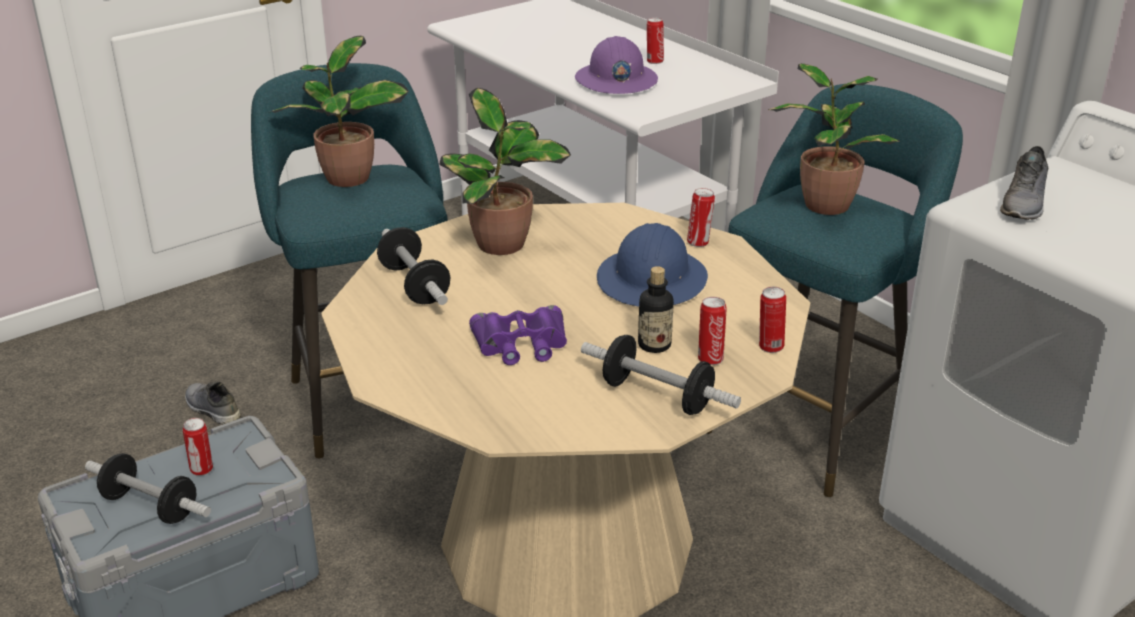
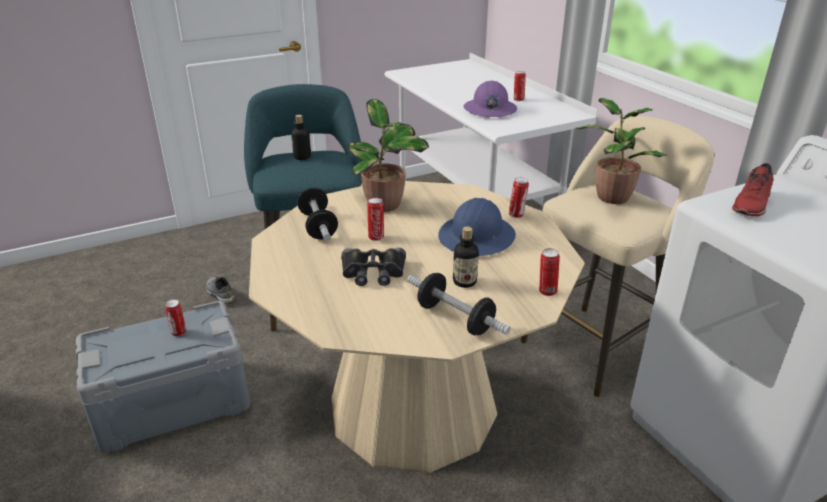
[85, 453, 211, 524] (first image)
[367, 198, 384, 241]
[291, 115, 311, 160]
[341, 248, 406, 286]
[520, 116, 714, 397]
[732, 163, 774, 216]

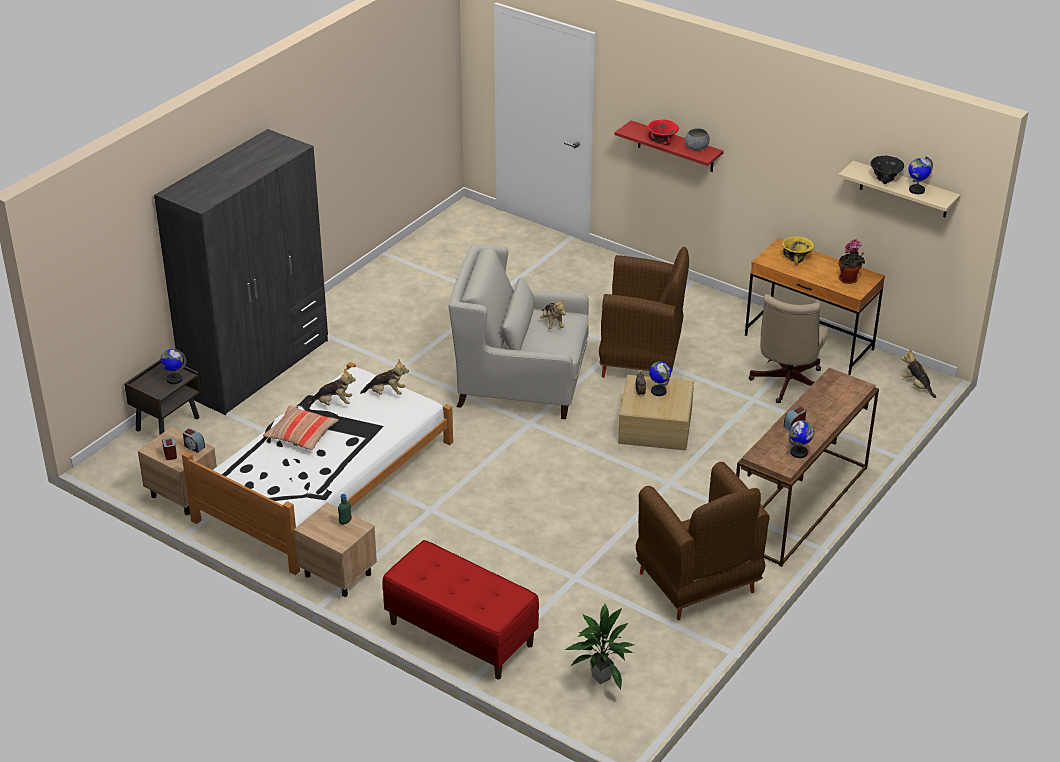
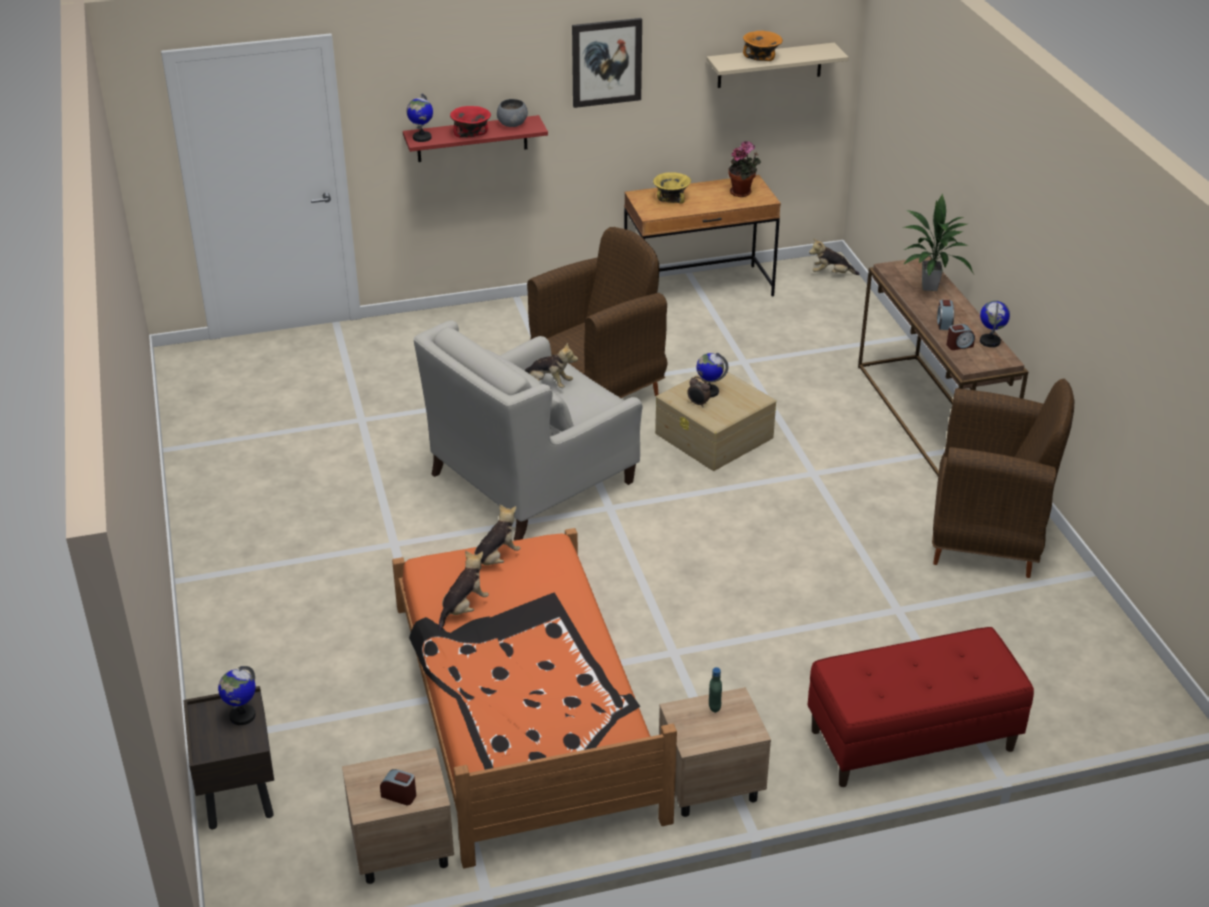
[154, 129, 328, 415] (first image)
[263, 405, 339, 450] (first image)
[749, 294, 828, 403] (first image)
[572, 18, 642, 108]
[947, 324, 975, 350]
[904, 193, 974, 291]
[407, 94, 433, 142]
[392, 528, 677, 868]
[743, 31, 783, 61]

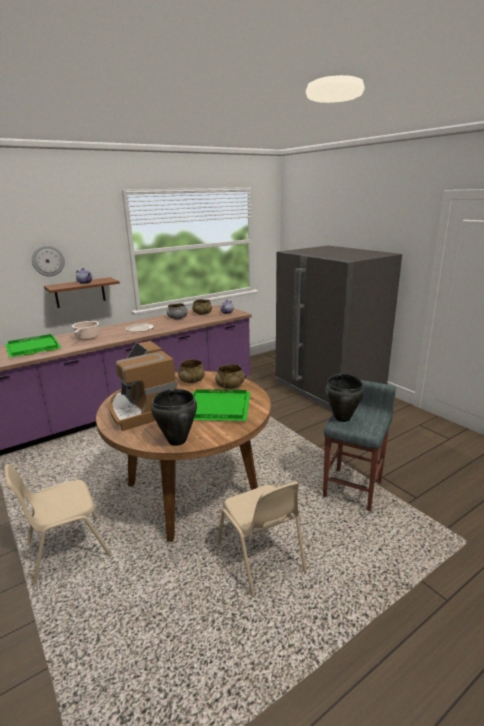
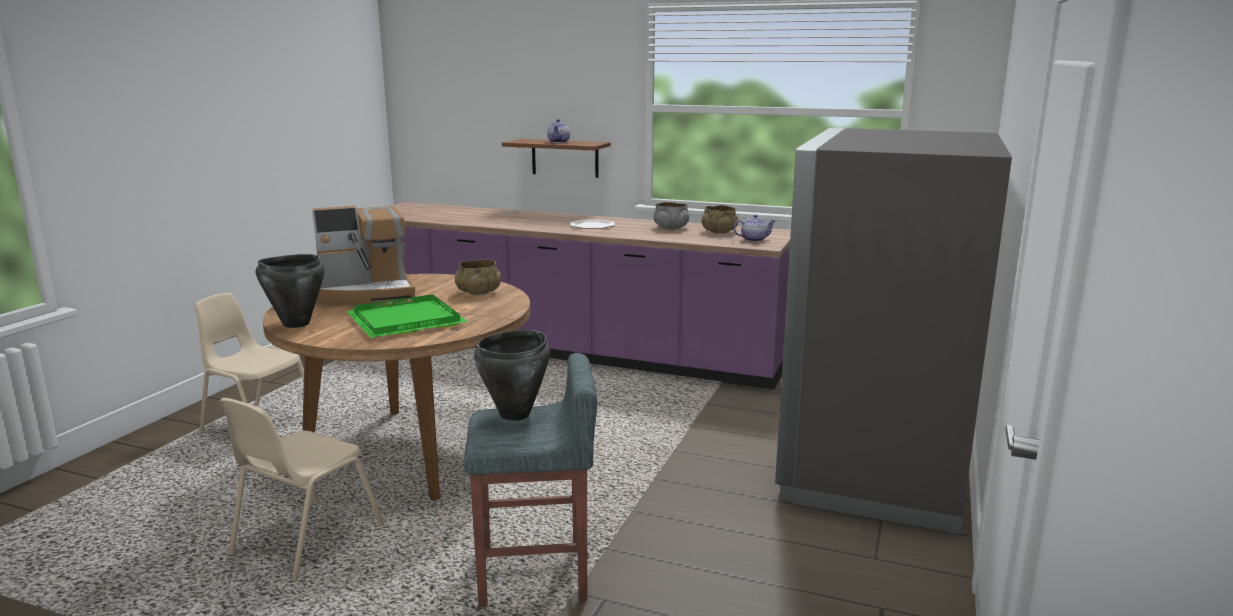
[5, 334, 62, 358] (first image)
[32, 245, 65, 276] (first image)
[72, 321, 99, 340] (first image)
[215, 364, 245, 389] (first image)
[312, 206, 415, 305]

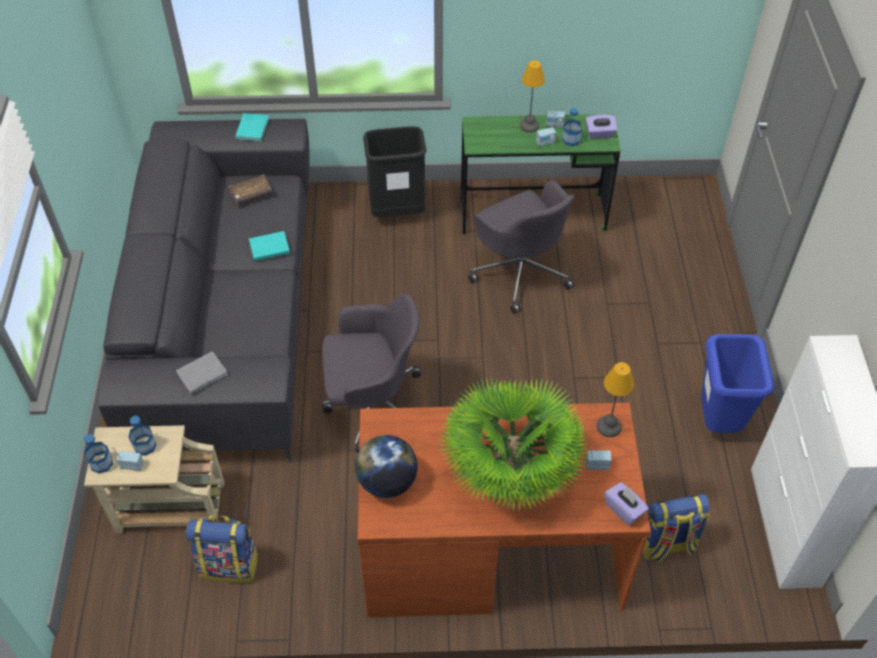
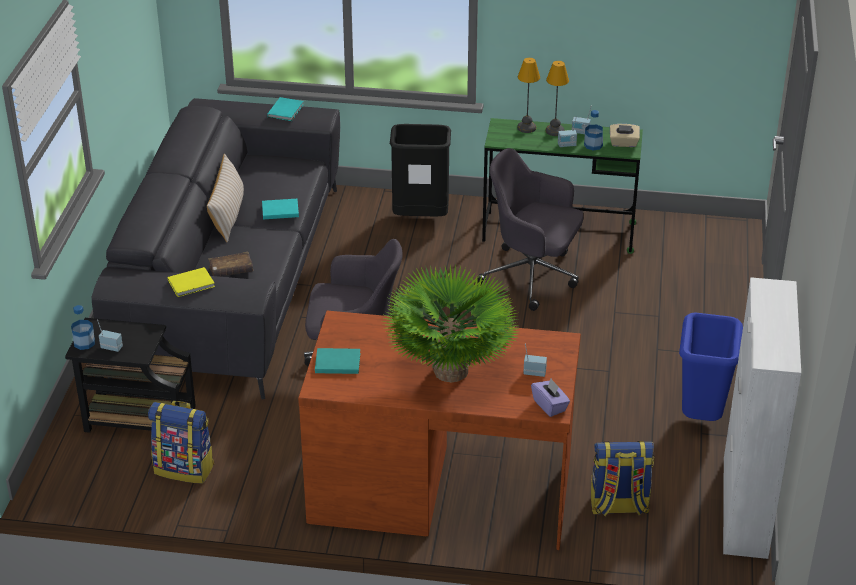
[129, 416, 157, 456] (first image)
[207, 154, 244, 242]
[208, 252, 254, 277]
[517, 58, 540, 133]
[315, 348, 360, 374]
[65, 318, 196, 433]
[168, 267, 215, 297]
[610, 124, 640, 147]
[477, 148, 584, 311]

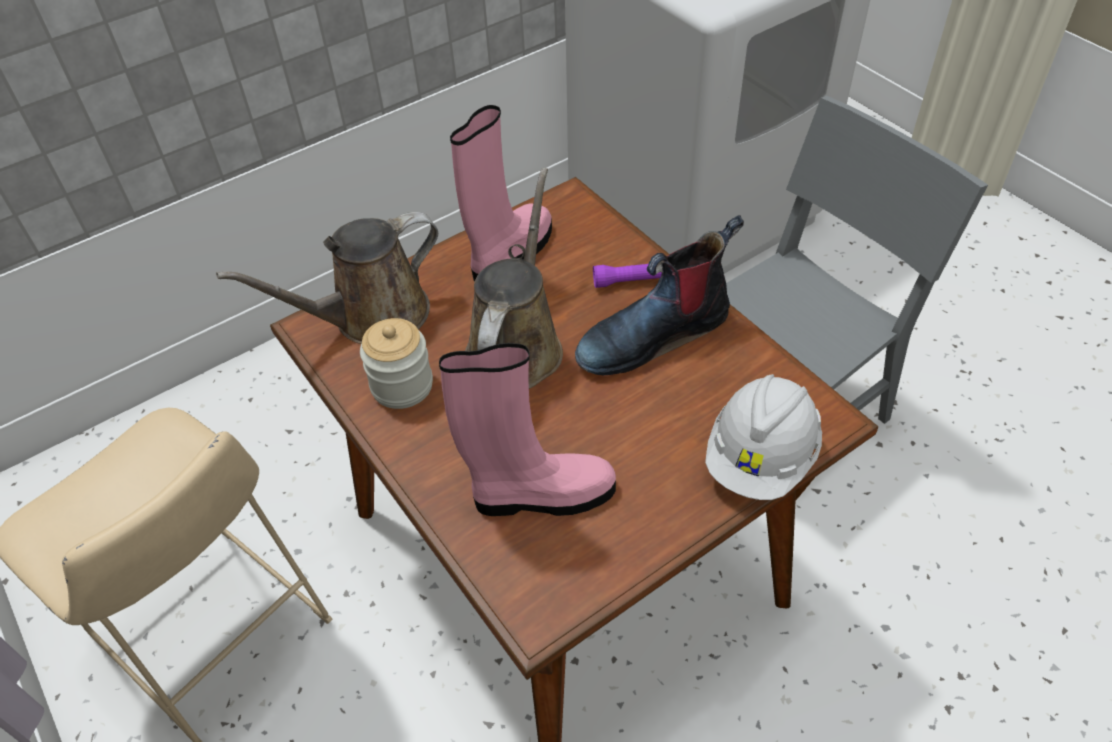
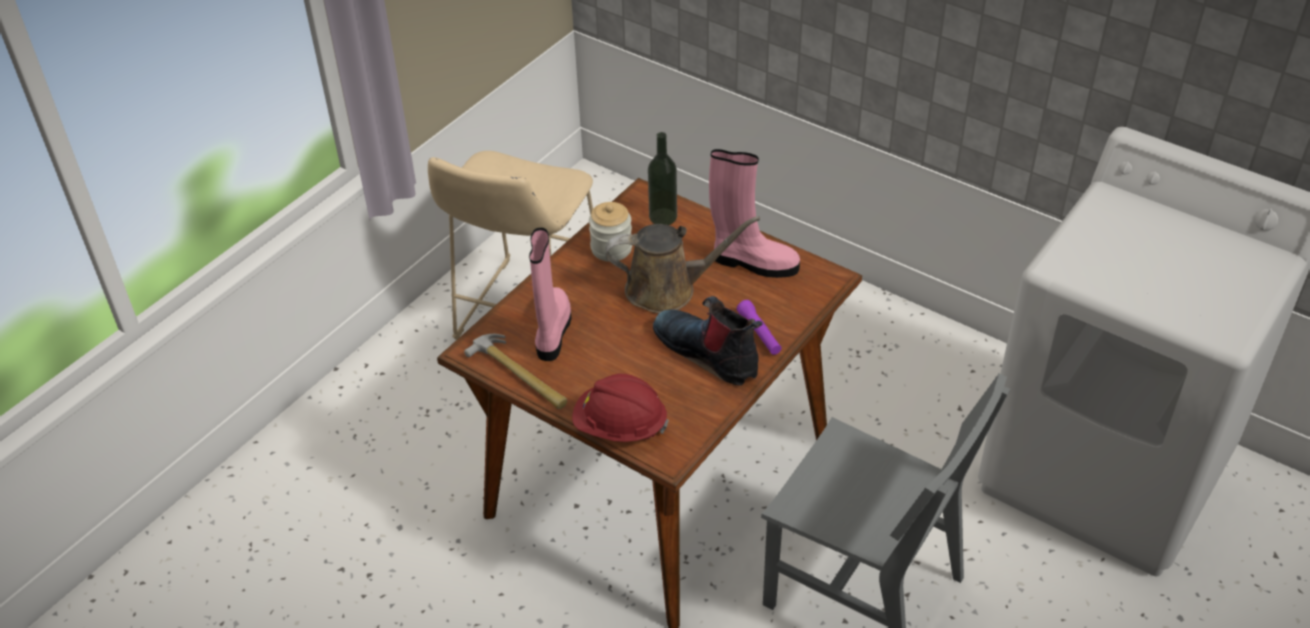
[464, 334, 567, 409]
[648, 132, 677, 225]
[572, 374, 669, 442]
[529, 228, 571, 361]

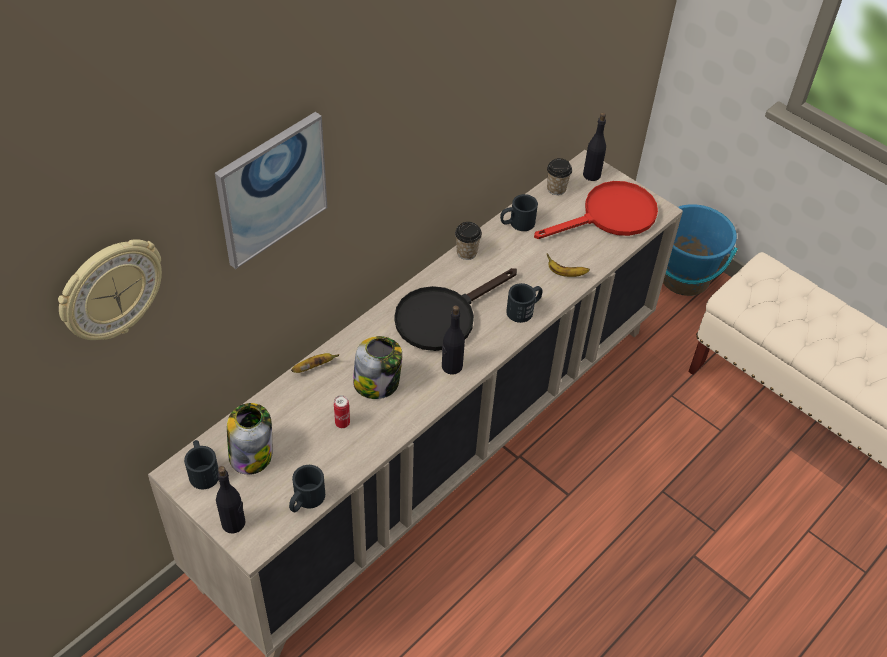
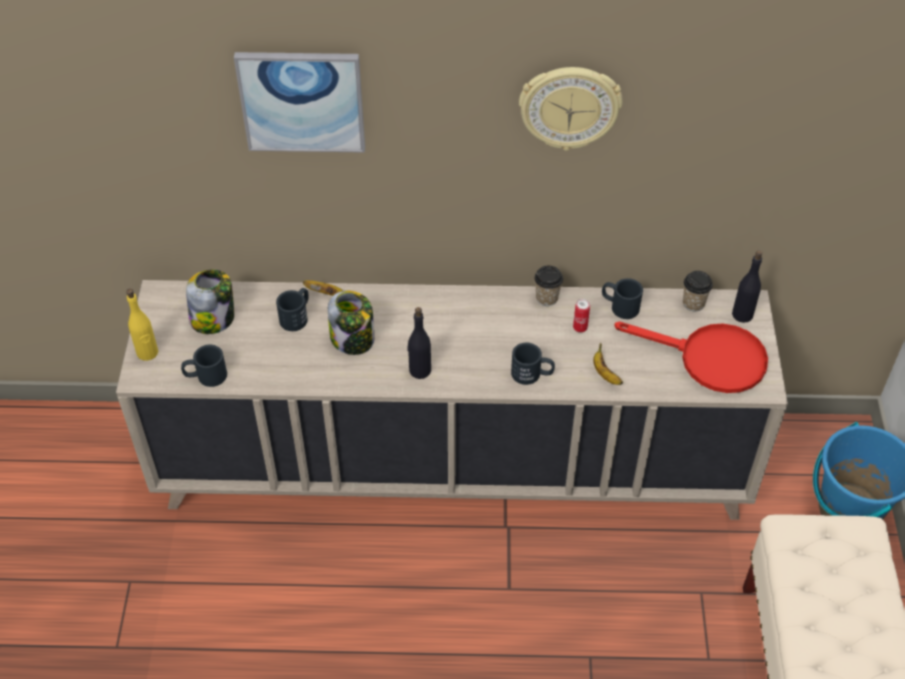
[394, 268, 517, 351] (first image)
[519, 67, 623, 151]
[276, 288, 309, 331]
[573, 299, 590, 332]
[126, 289, 158, 361]

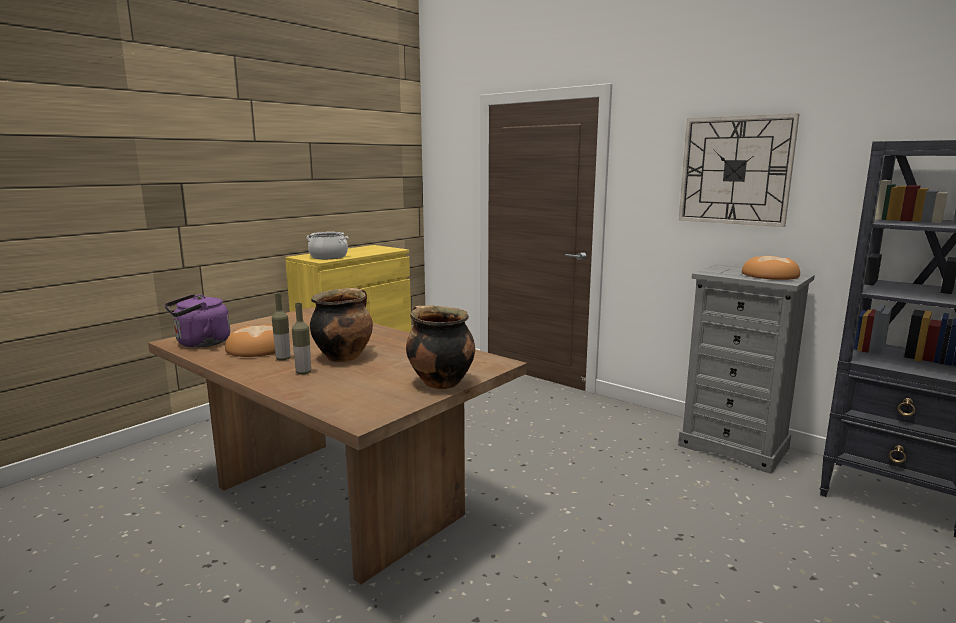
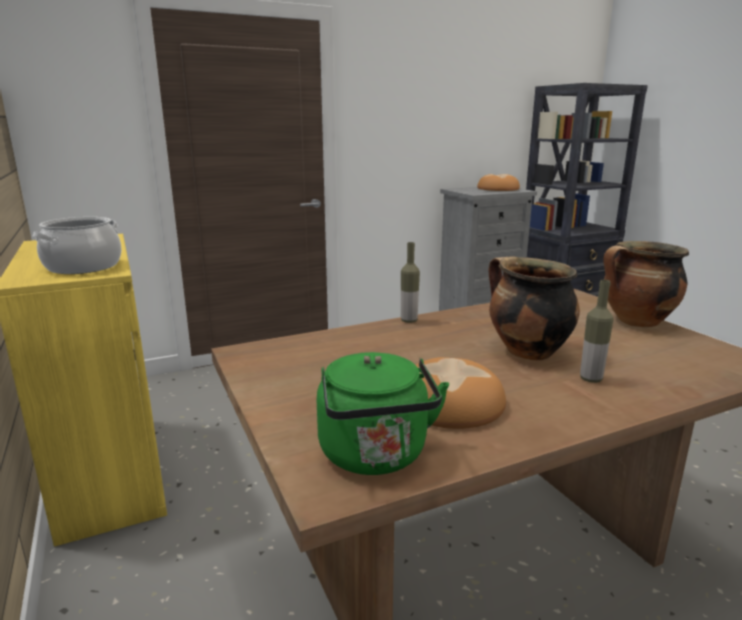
[679, 114, 799, 227] (first image)
[401, 242, 420, 323]
[317, 352, 449, 475]

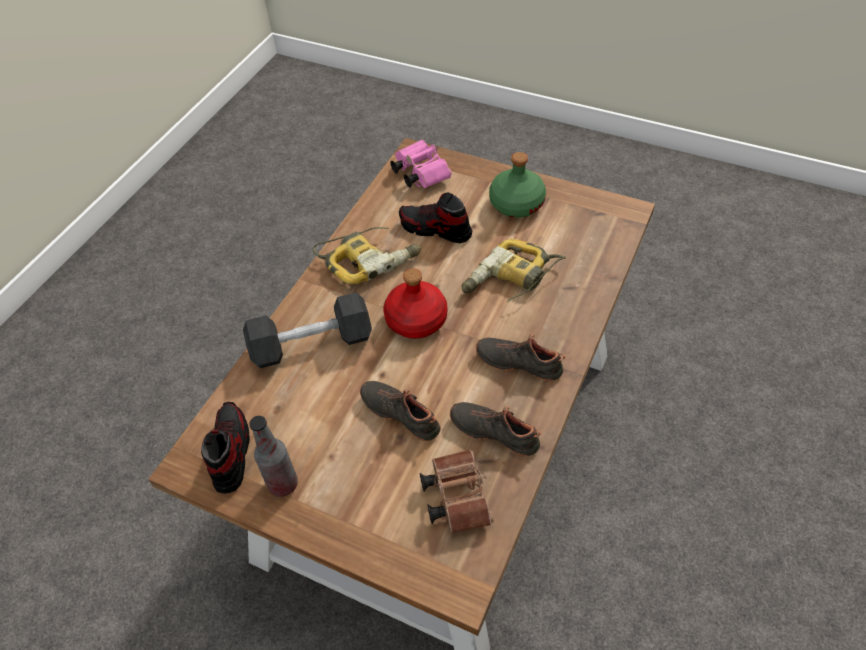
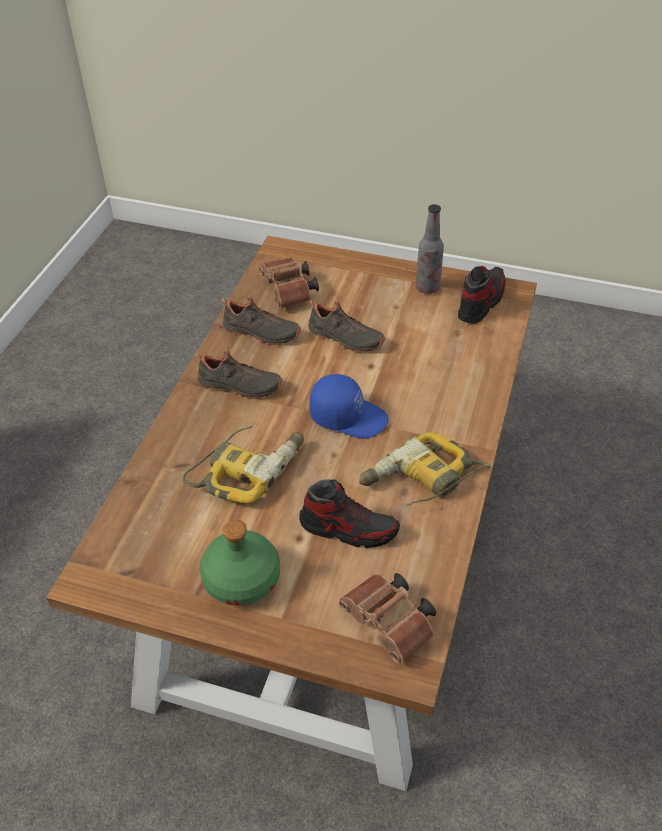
[243, 292, 372, 368] (first image)
[309, 374, 389, 438]
[339, 573, 436, 664]
[458, 266, 506, 324]

